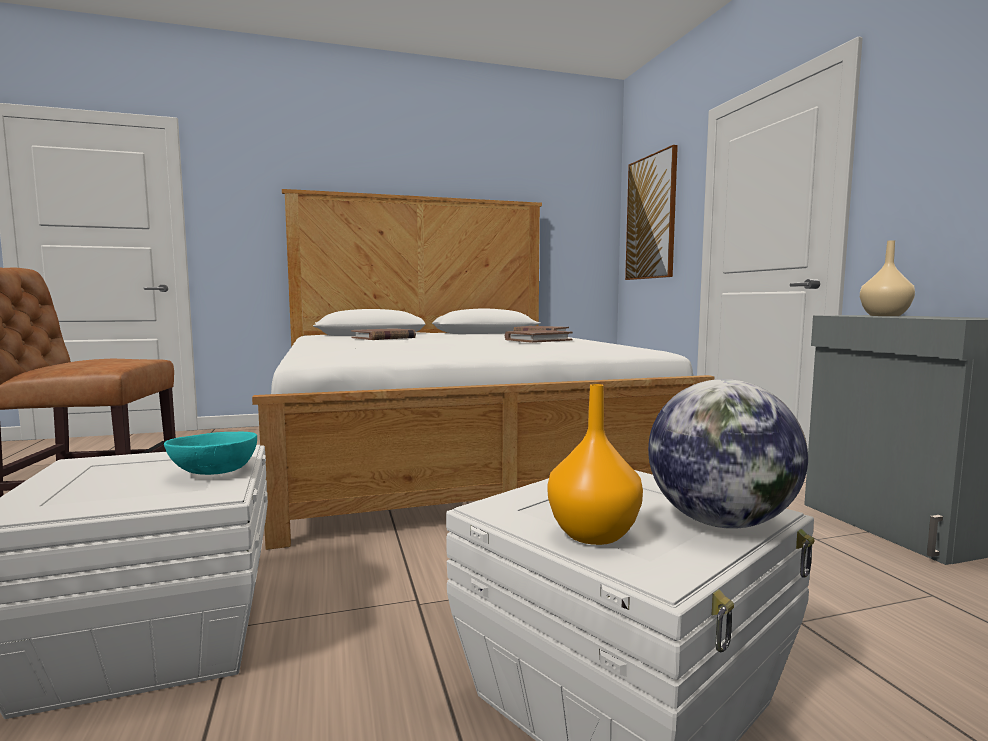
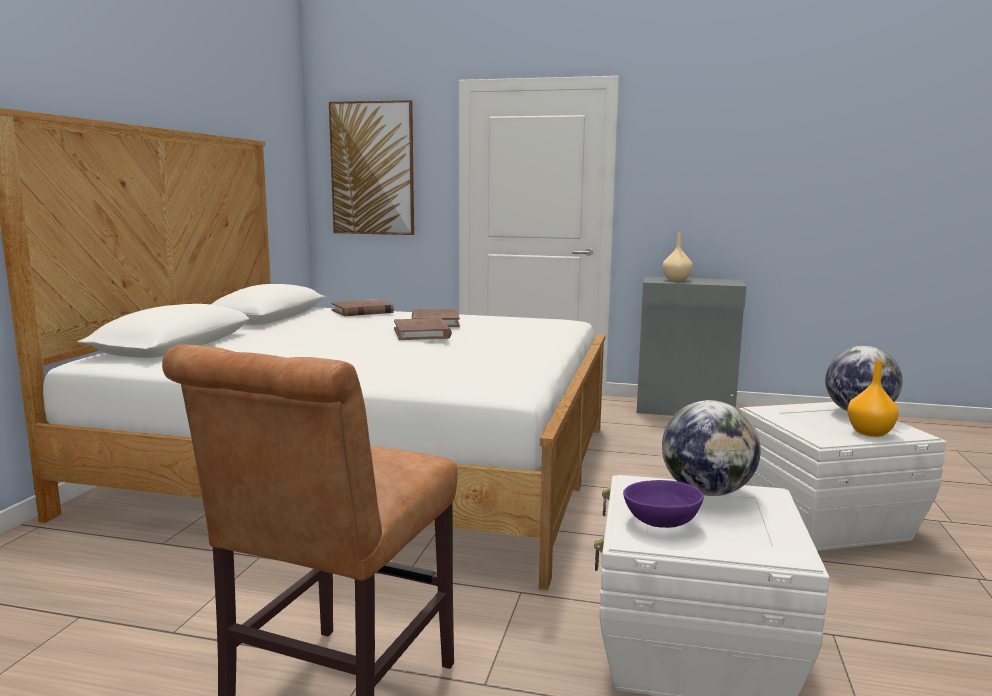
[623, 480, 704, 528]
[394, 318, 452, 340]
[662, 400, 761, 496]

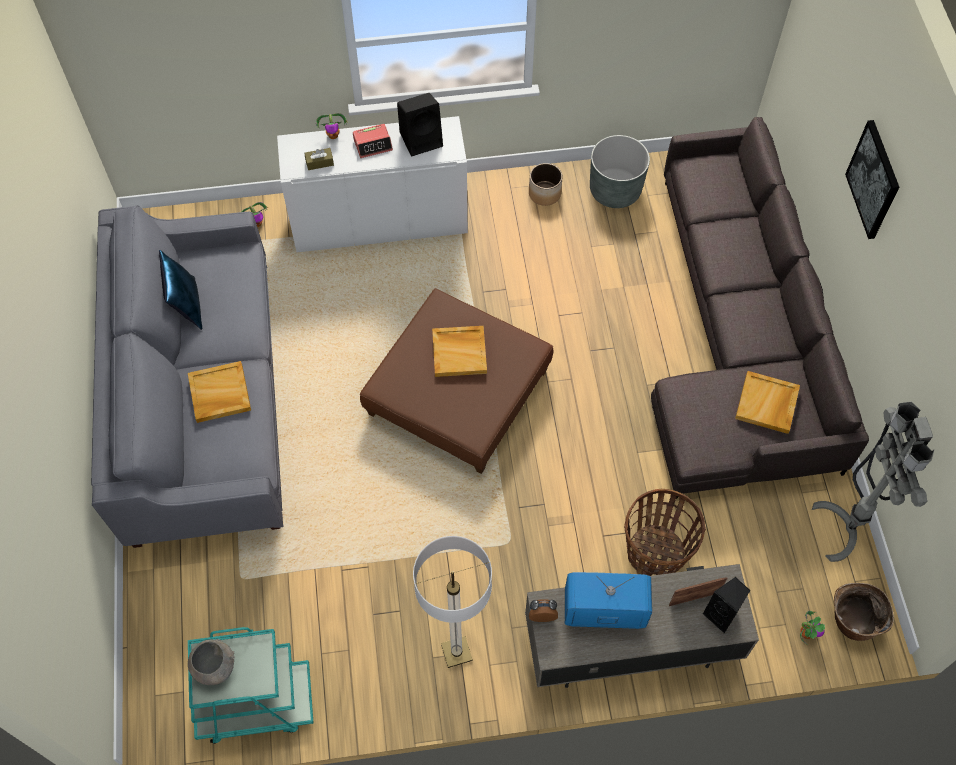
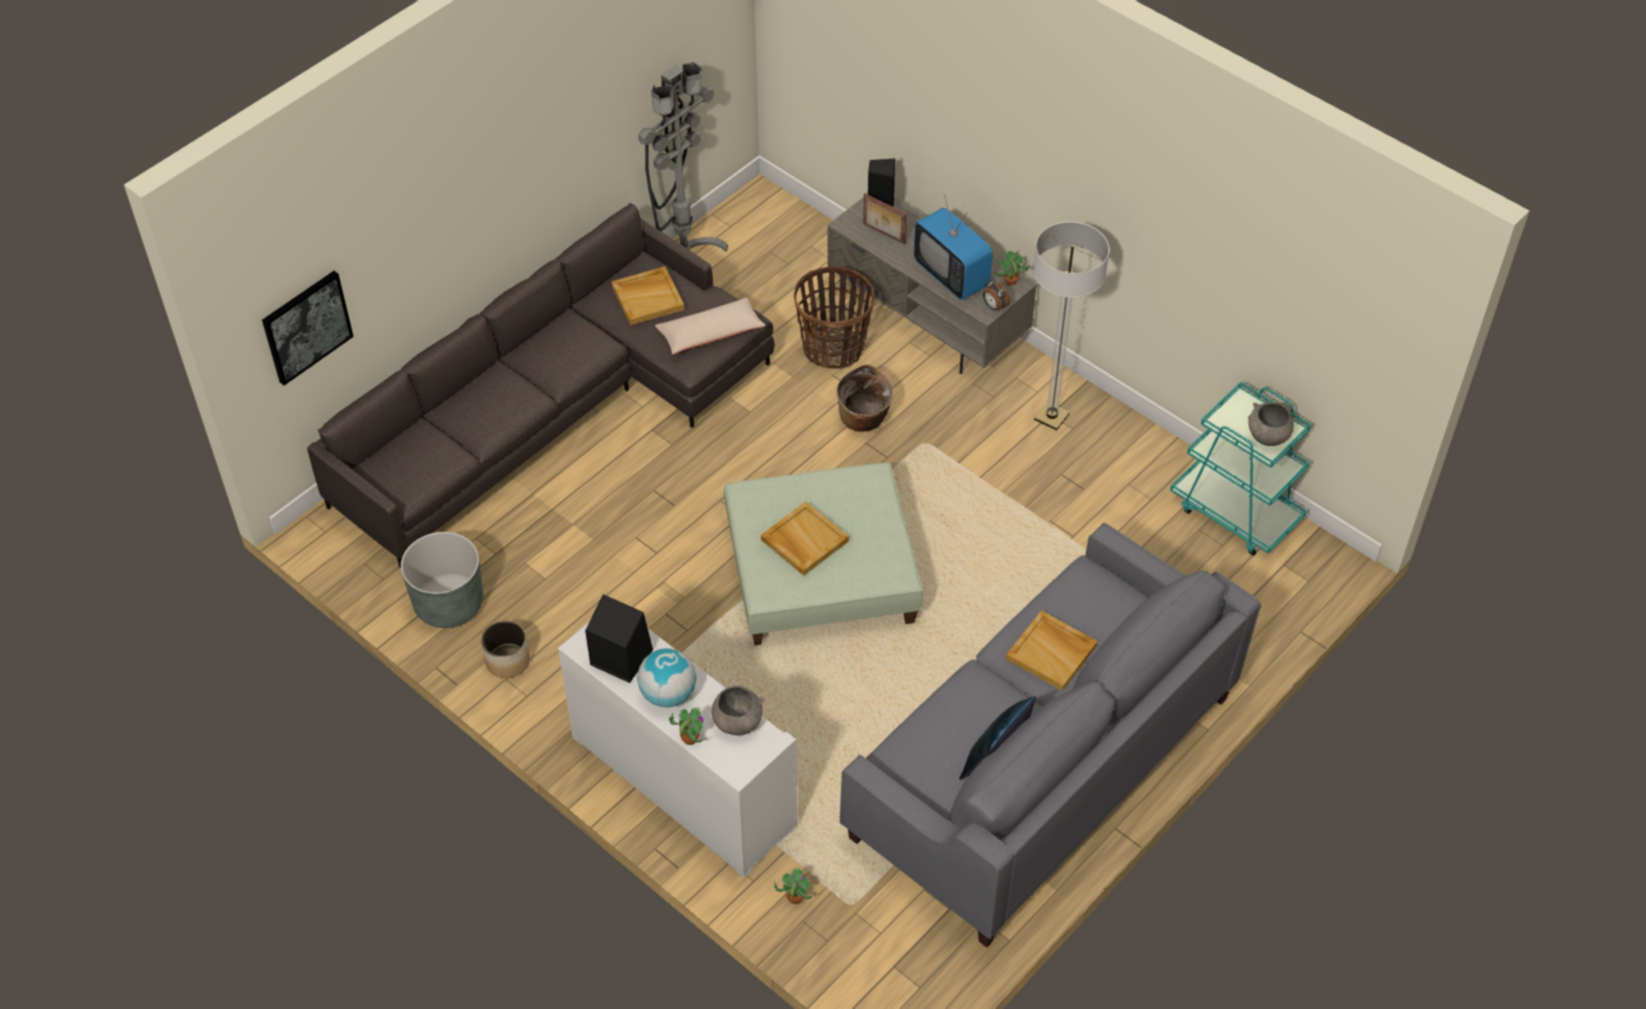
[655, 298, 766, 354]
[994, 251, 1030, 286]
[837, 364, 894, 432]
[262, 271, 354, 385]
[712, 685, 764, 735]
[637, 648, 696, 707]
[724, 463, 923, 645]

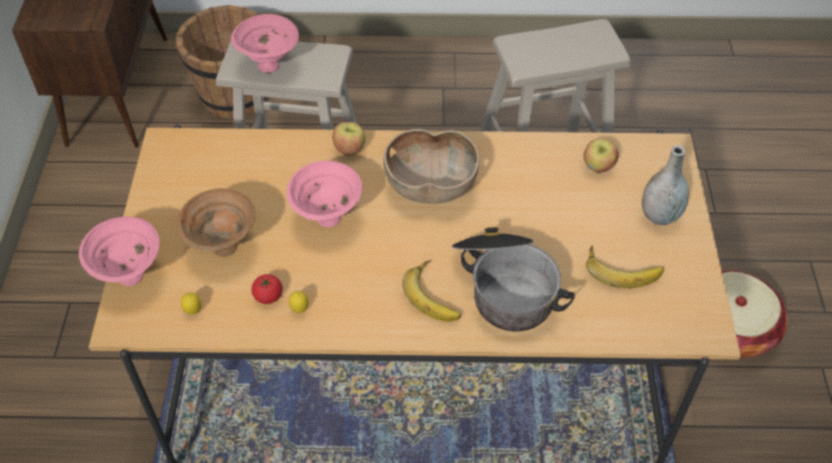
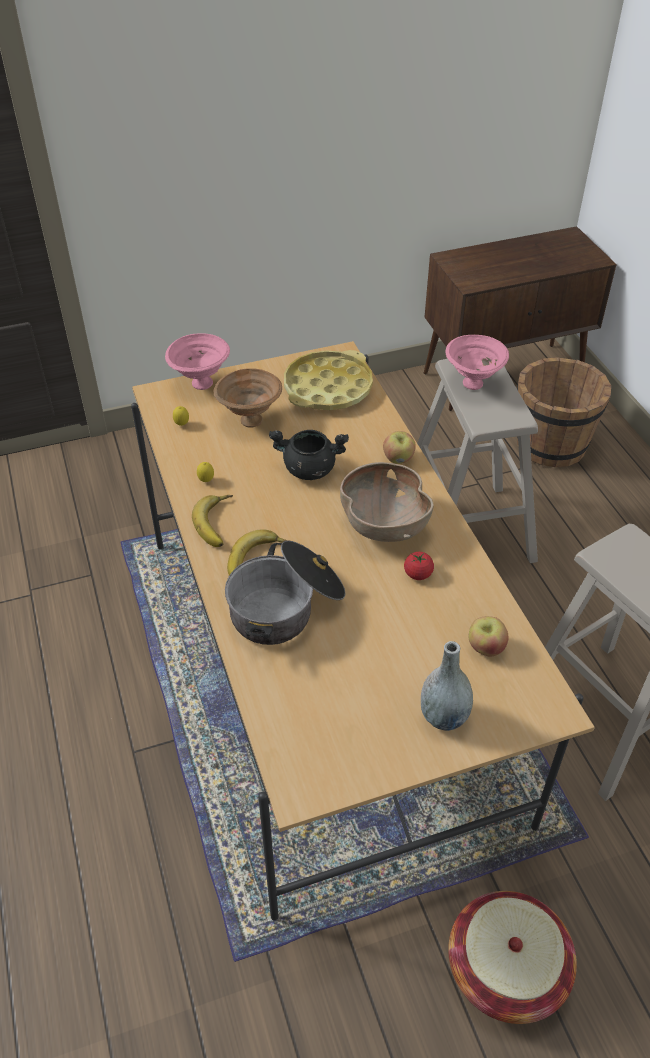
[284, 350, 373, 410]
[404, 552, 434, 580]
[192, 495, 233, 547]
[269, 430, 349, 480]

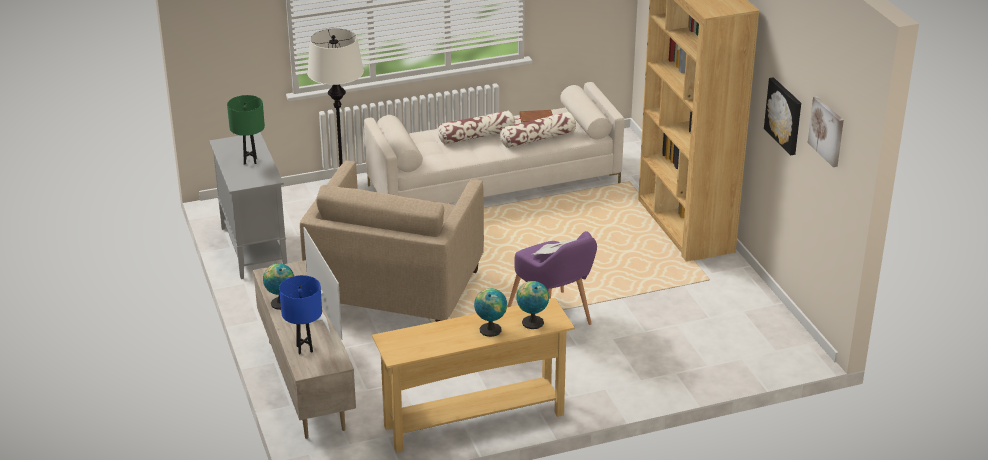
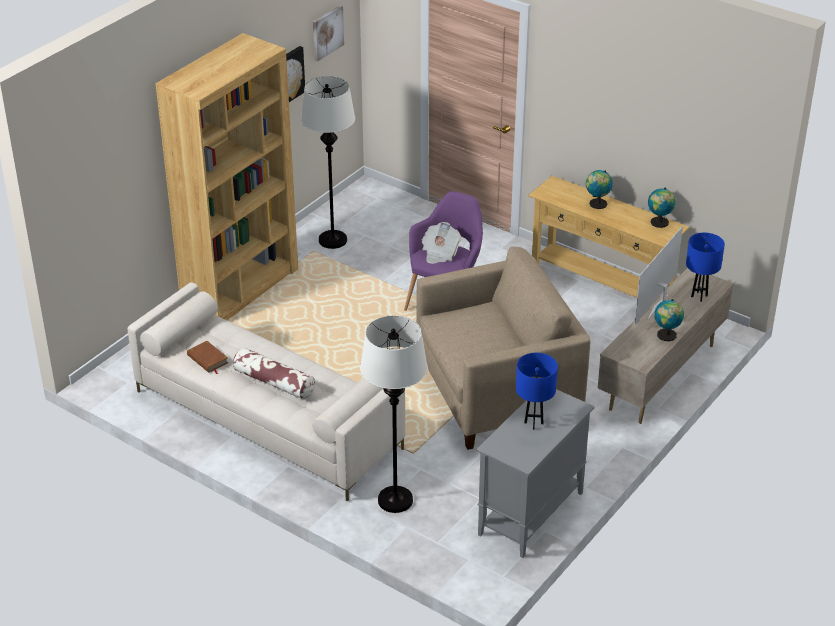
[500, 112, 576, 148] (first image)
[301, 76, 355, 249]
[648, 188, 675, 228]
[516, 353, 558, 430]

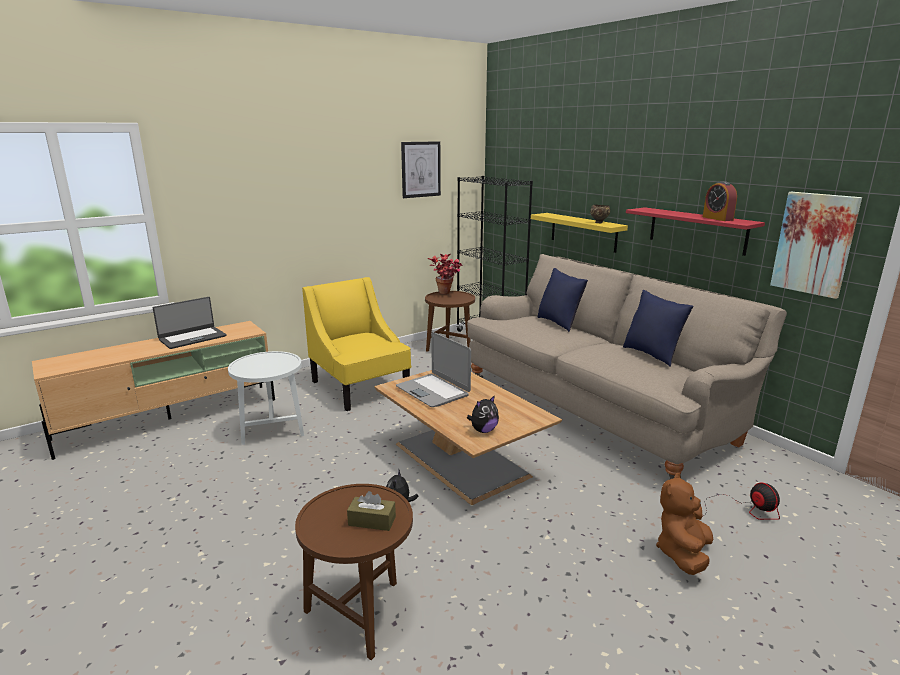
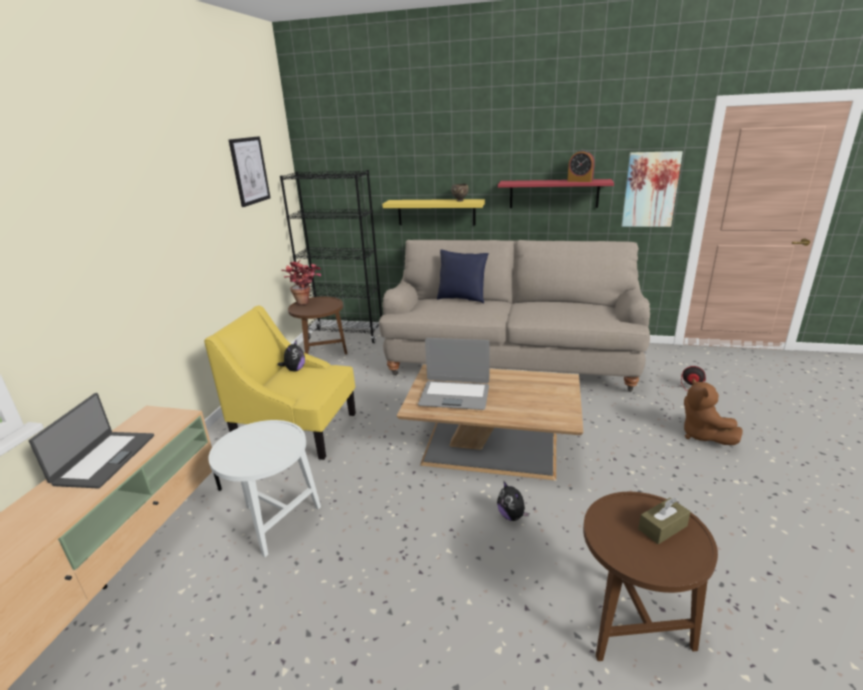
[623, 290, 694, 367] (first image)
[278, 341, 305, 372]

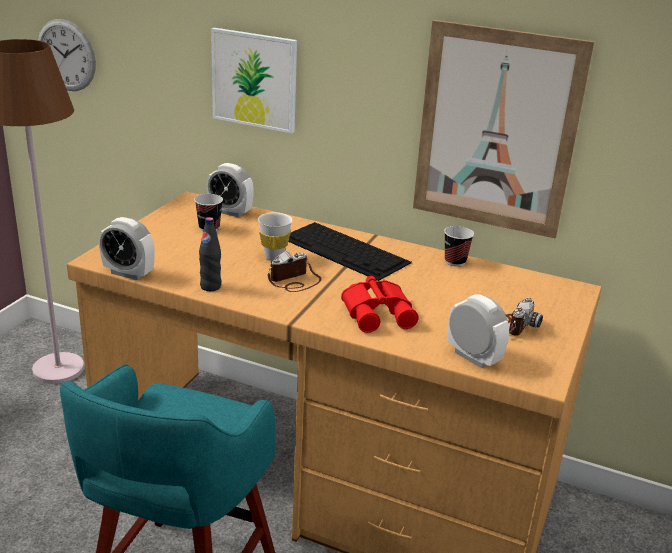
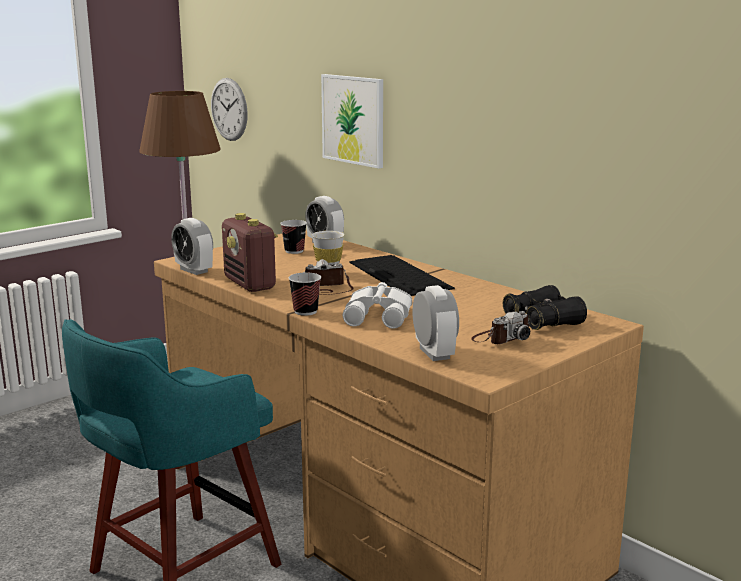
[413, 20, 594, 238] (first image)
[503, 285, 587, 330]
[289, 273, 321, 316]
[222, 213, 278, 292]
[343, 282, 412, 329]

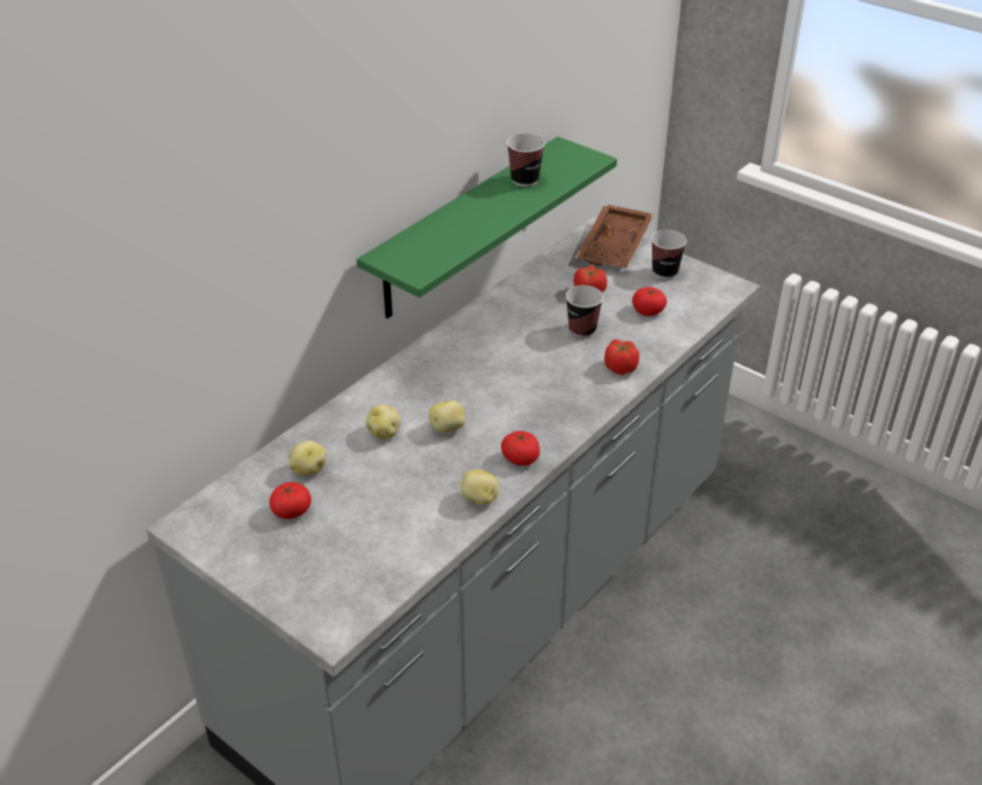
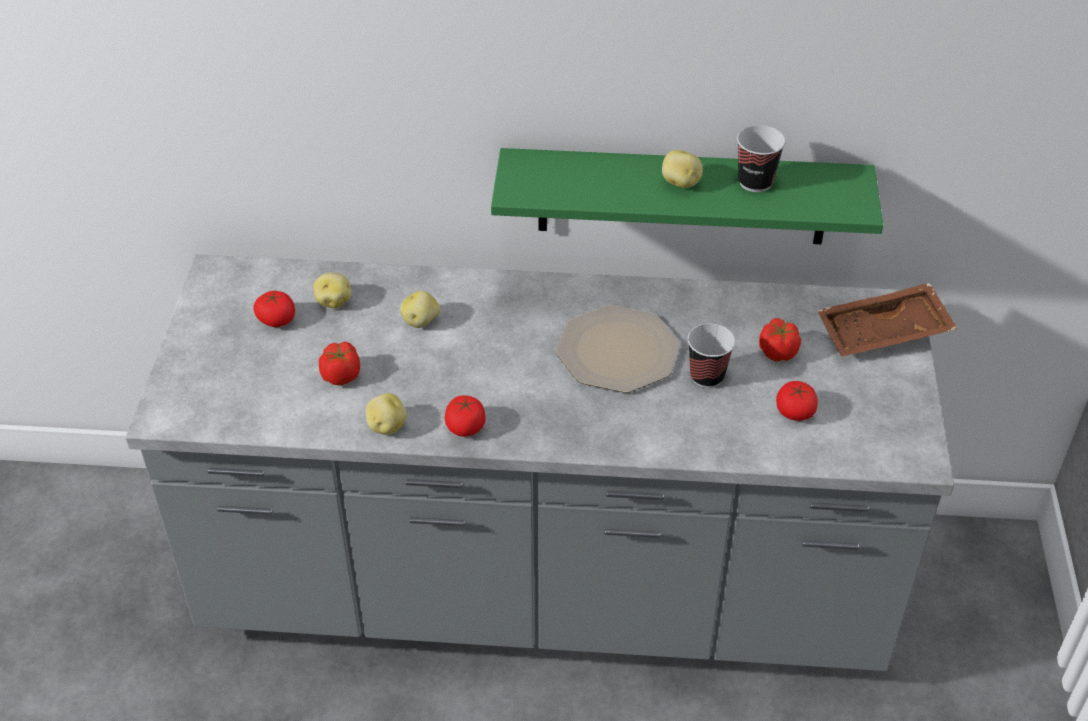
[651, 230, 687, 279] (first image)
[556, 305, 680, 393]
[662, 150, 703, 188]
[319, 341, 360, 385]

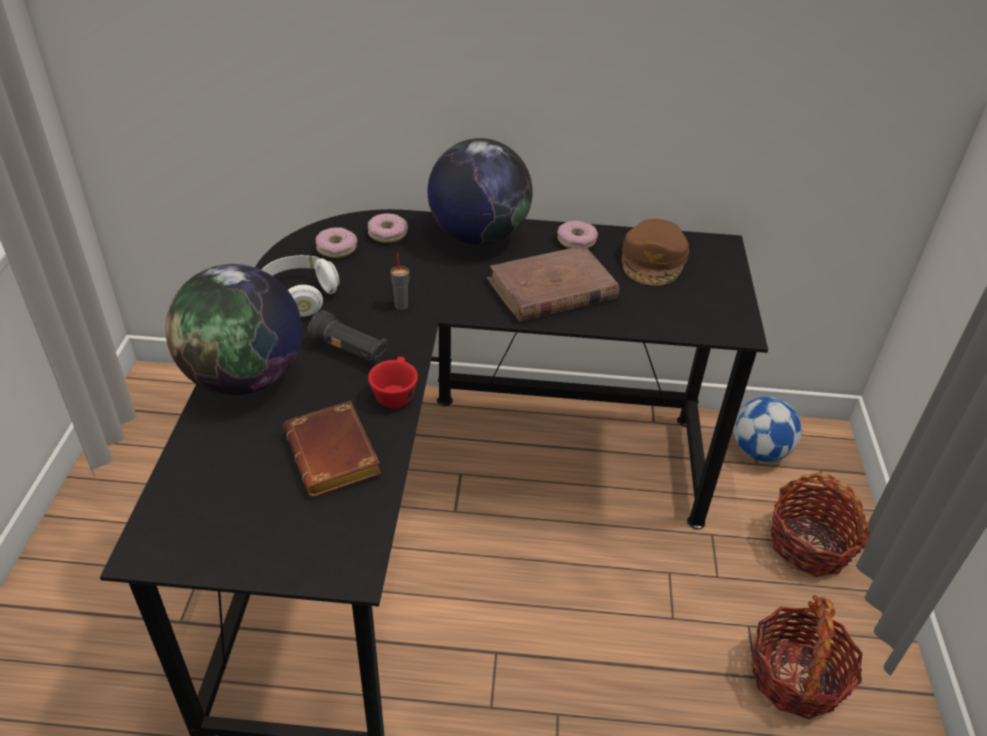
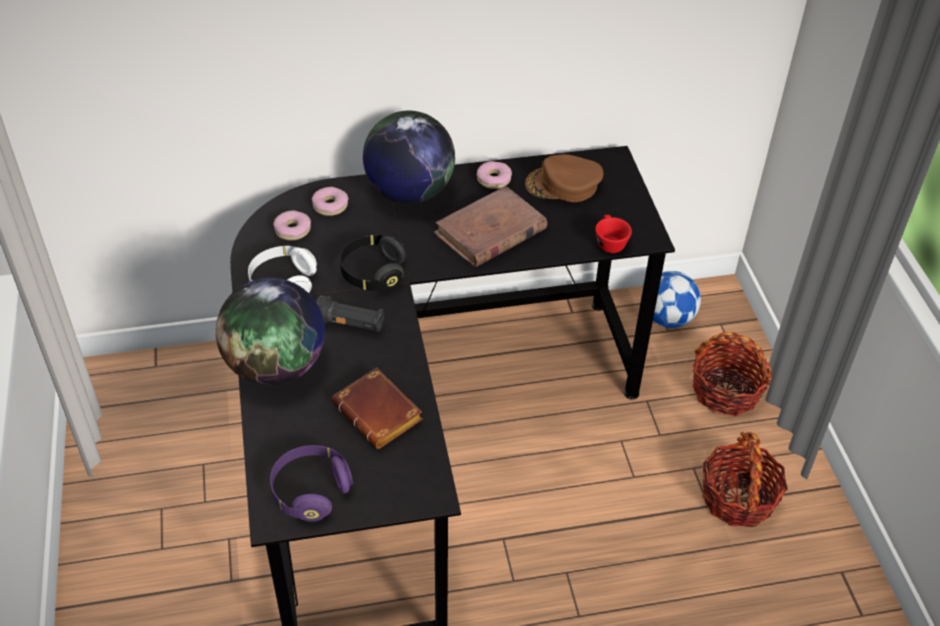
[270, 445, 353, 522]
[595, 215, 632, 253]
[340, 235, 406, 291]
[525, 154, 603, 202]

